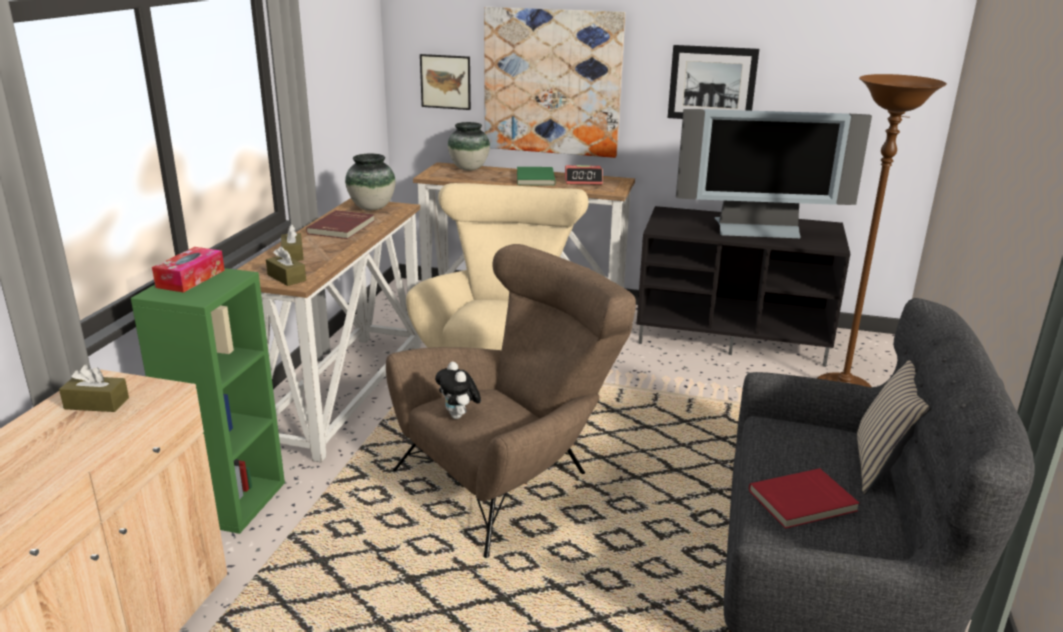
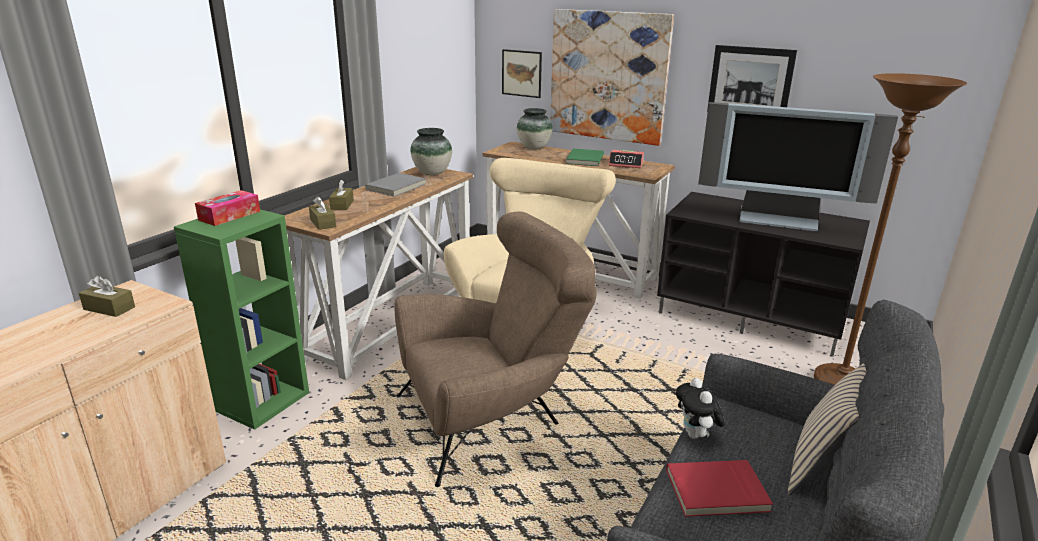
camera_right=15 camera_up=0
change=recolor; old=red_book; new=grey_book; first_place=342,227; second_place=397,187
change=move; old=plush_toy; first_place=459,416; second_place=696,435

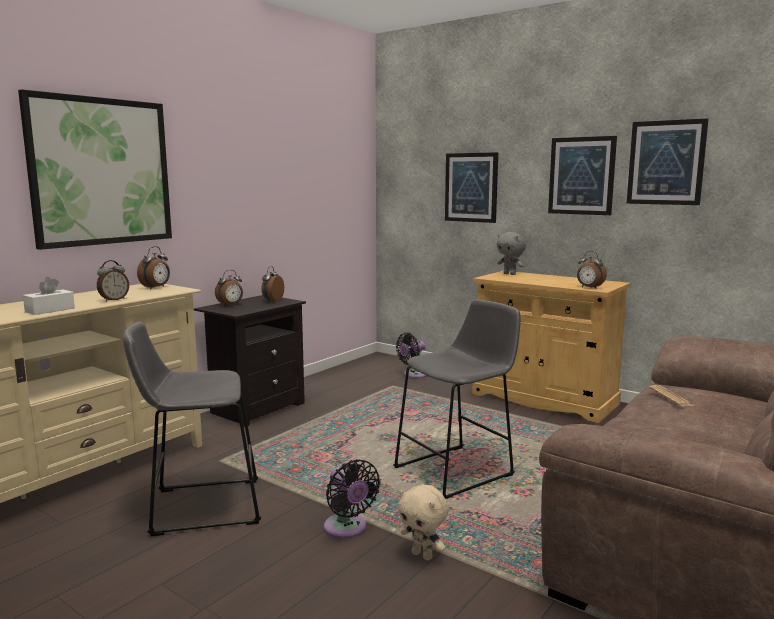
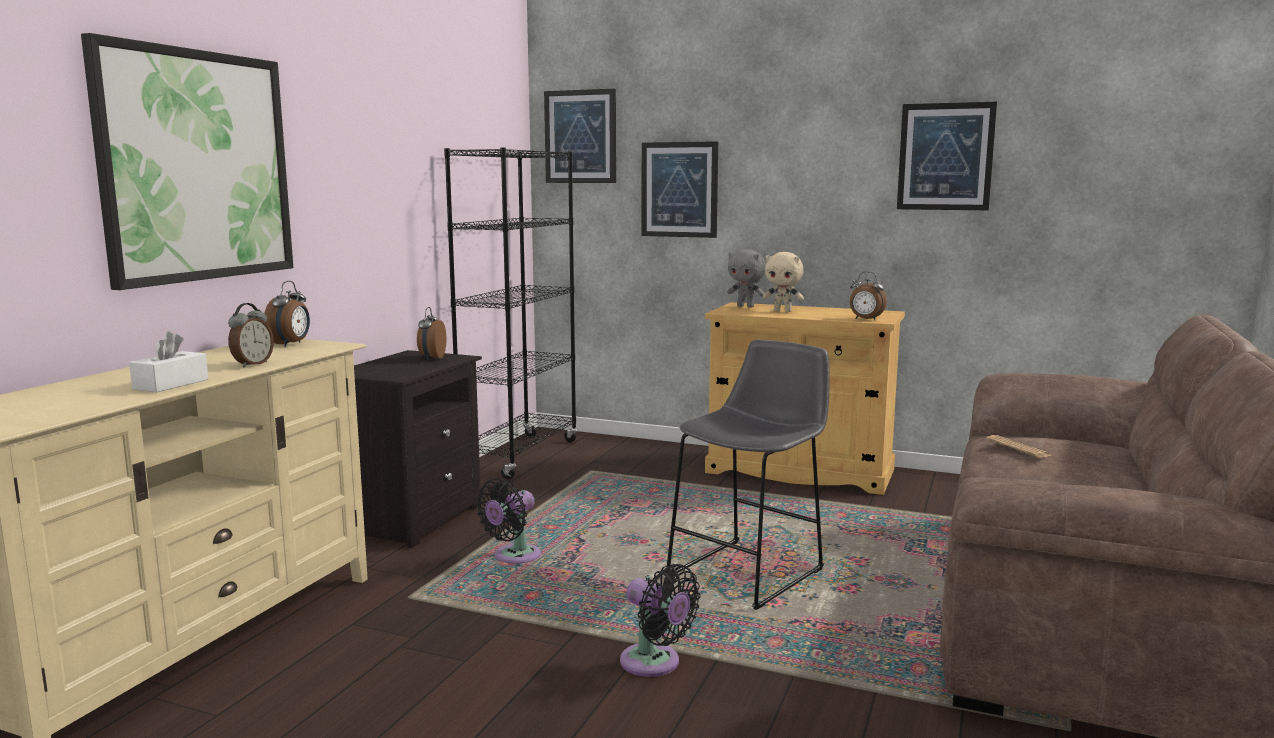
camera_right=-15 camera_up=0
change=delete; old=grey_stool; first_place=199,507
change=delete; old=alarm_clock; first_place=230,305
change=move; old=black_fan; first_place=413,375; second_place=513,557
change=move; old=beige_plush_toy; first_place=423,555; second_place=783,311
change=move; old=picture; first_place=581,176; second_place=580,137
change=insert; new=black_bookcase; second_place=520,456

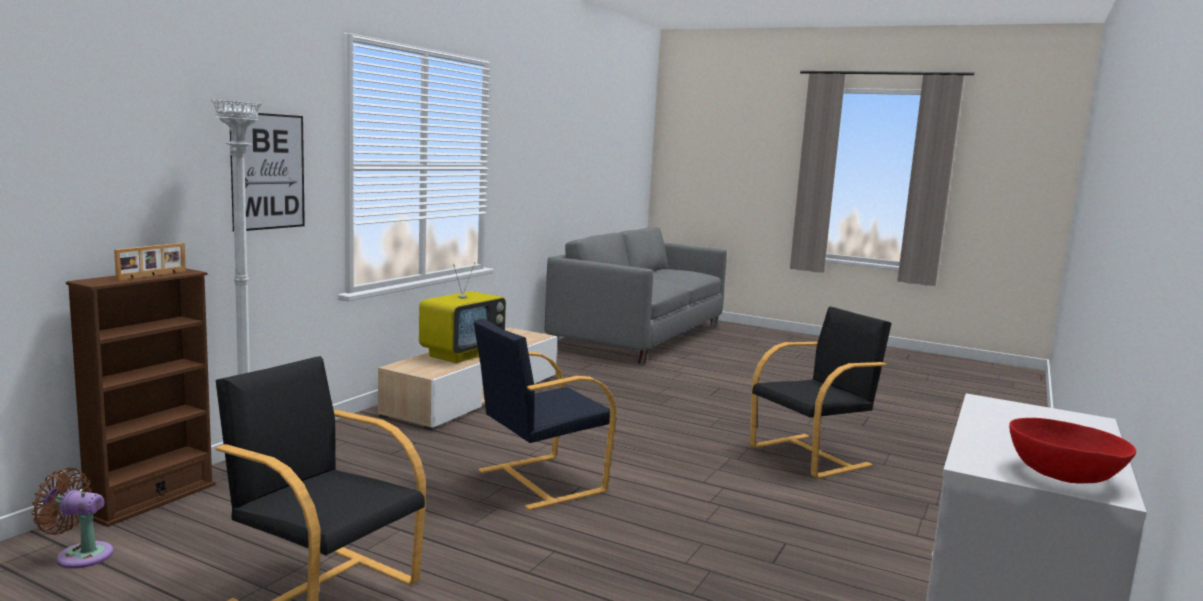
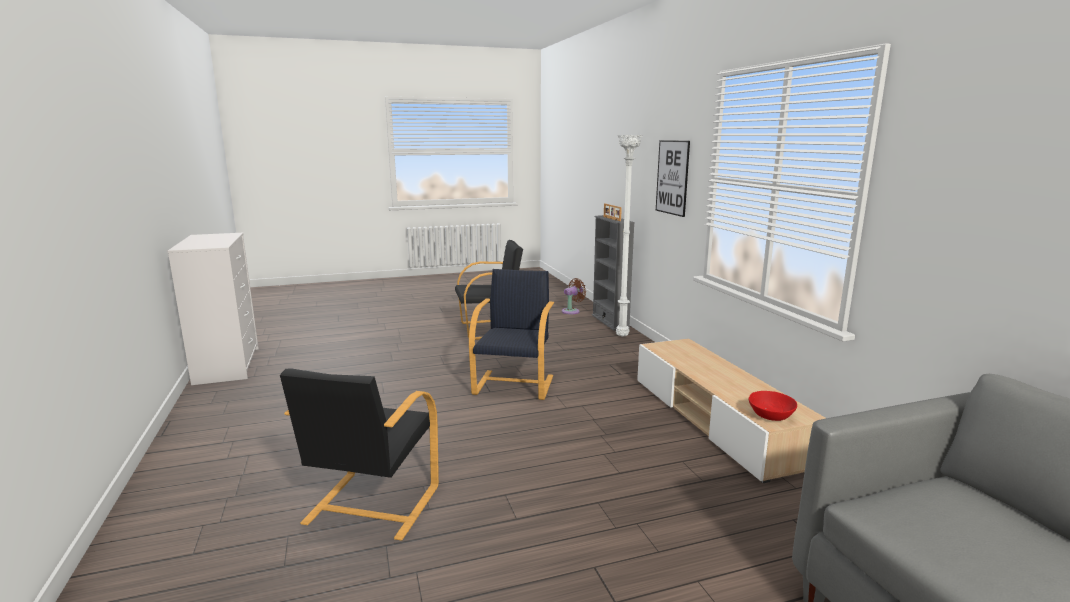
camera_right=135 camera_up=5
change=recolor; old=brown_bookcase; new=grey_bookcase; first_place=151,500; second_place=610,321
change=delete; old=television; first_place=462,354
change=move; old=red_bowl; first_place=1063,474; second_place=771,416

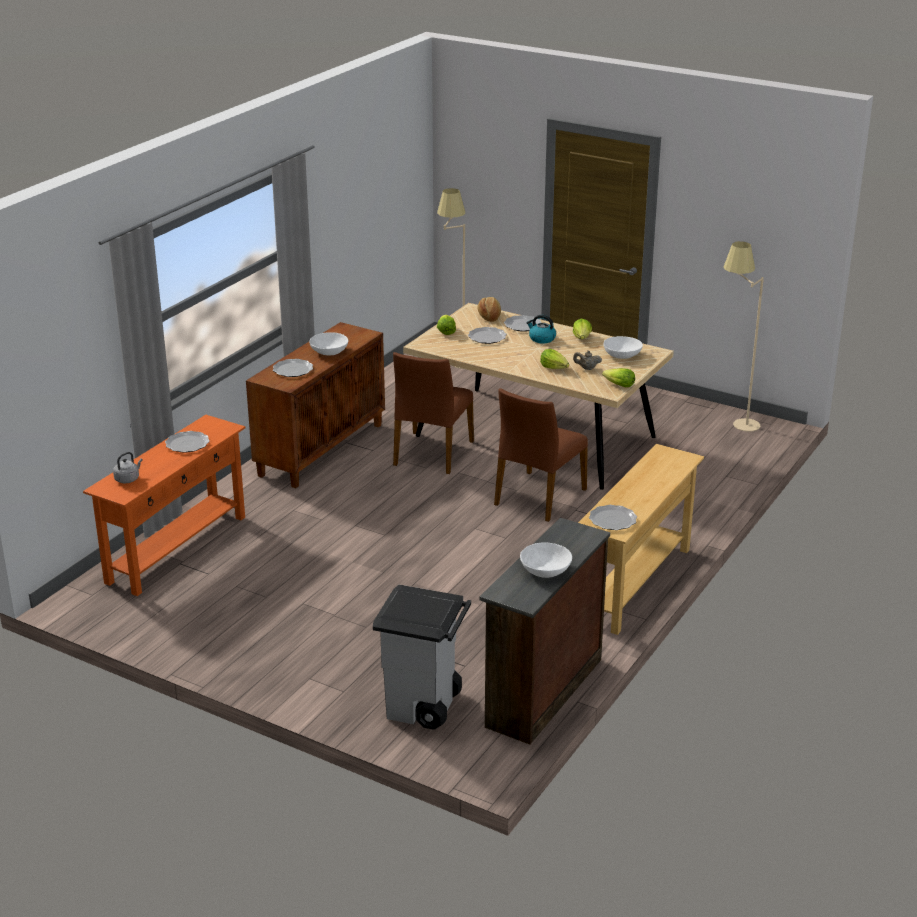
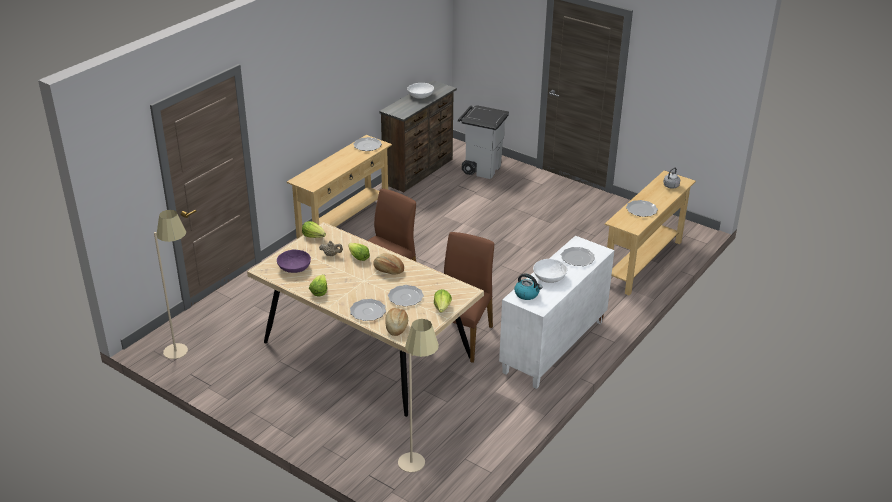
camera_right=-175 camera_up=5
change=recolor; old=orange_console_table; new=beige_console_table; first_place=176,549; second_place=643,263
change=recolor; old=brown_cabinet; new=white_cabinet; first_place=321,449; second_place=554,347
change=move; old=kettle; first_place=541,339; second_place=527,294
change=recolor; old=white_bowl; new=purple_bowl; first_place=622,355; second_place=294,268
change=insert; new=bread; second_place=388,270

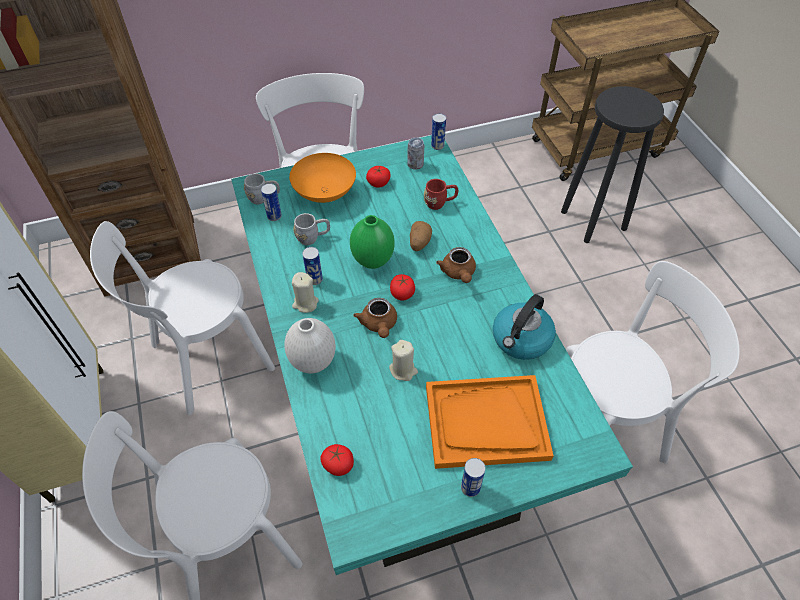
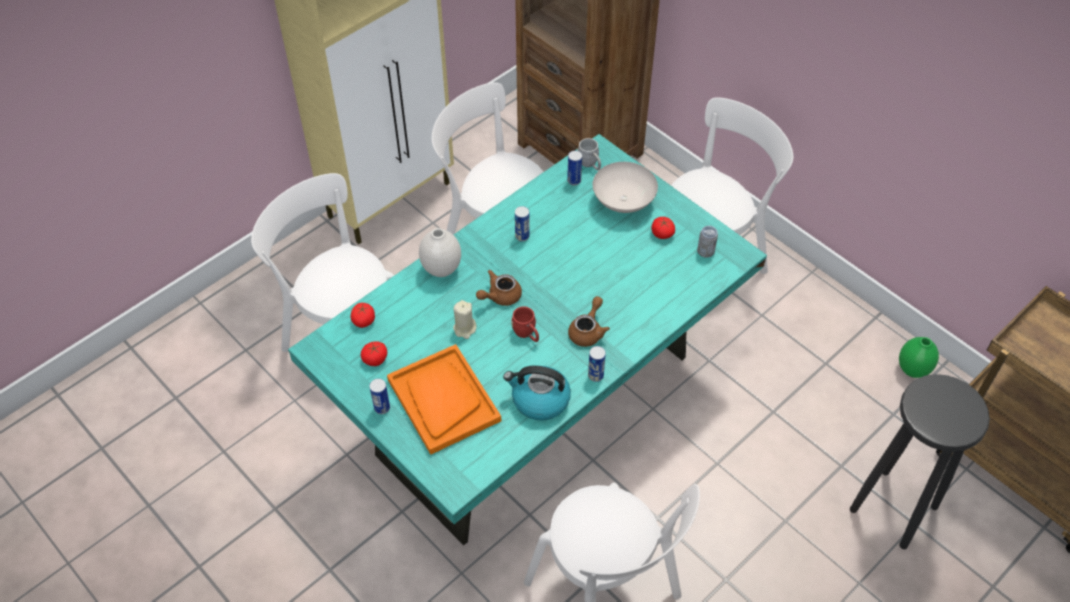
camera_right=65 camera_up=0
change=recolor; old=orange_bowl; new=white_bowl; first_place=324,194; second_place=622,202
change=delete; old=beige_candle; first_place=305,303
change=delete; old=grey_mug; first_place=313,237
change=move; old=green_vase; first_place=372,261; second_place=912,370
change=move; old=tomato; first_place=402,293; second_place=375,359
change=delete; old=potato; first_place=419,243
change=move; old=red_mug; first_place=440,203; second_place=527,334
change=move; old=can; first_place=437,146; second_place=595,375
change=rotate; old=brown_teapot; first_place=458,273; second_place=588,331; degrees=150

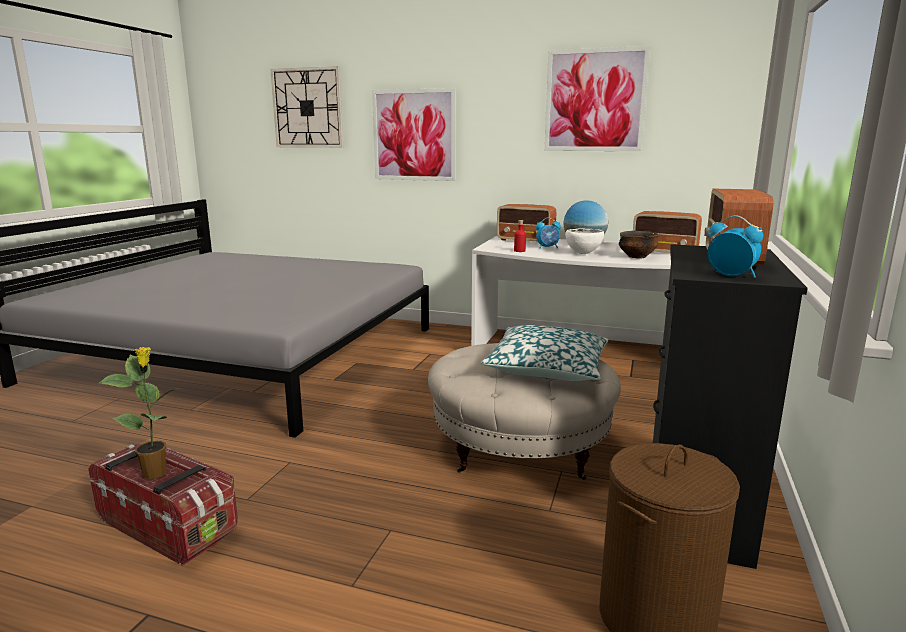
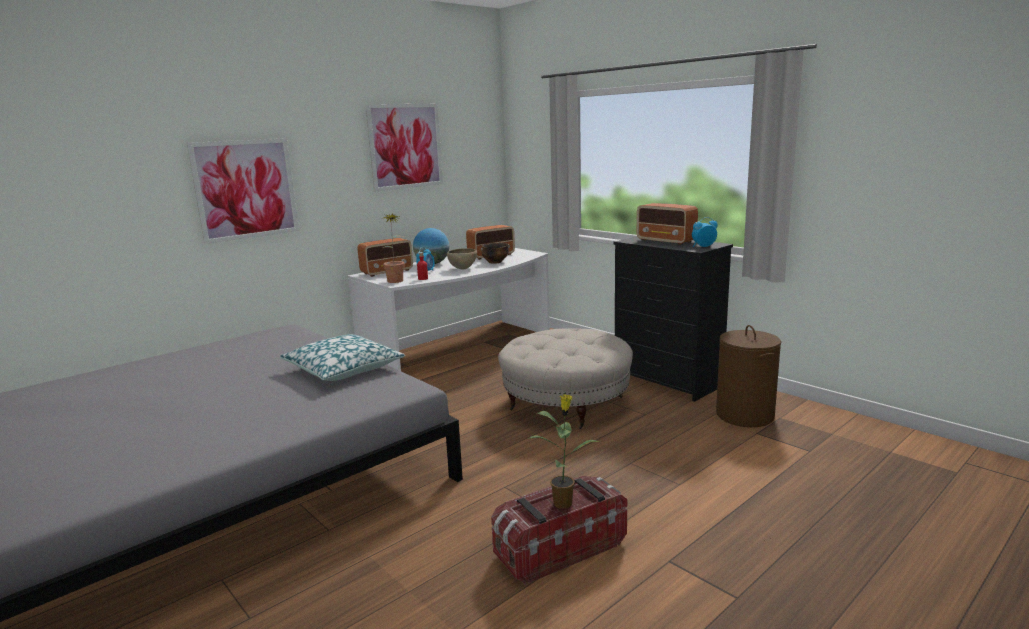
camera_right=-60 camera_up=0
change=delete; old=wall_clock; first_place=307,108
change=move; old=pillow; first_place=547,367; second_place=343,369
change=recolor; old=white_bowl; new=brown_bowl; first_place=583,253; second_place=463,269
change=insert; new=potted_plant; second_place=396,280

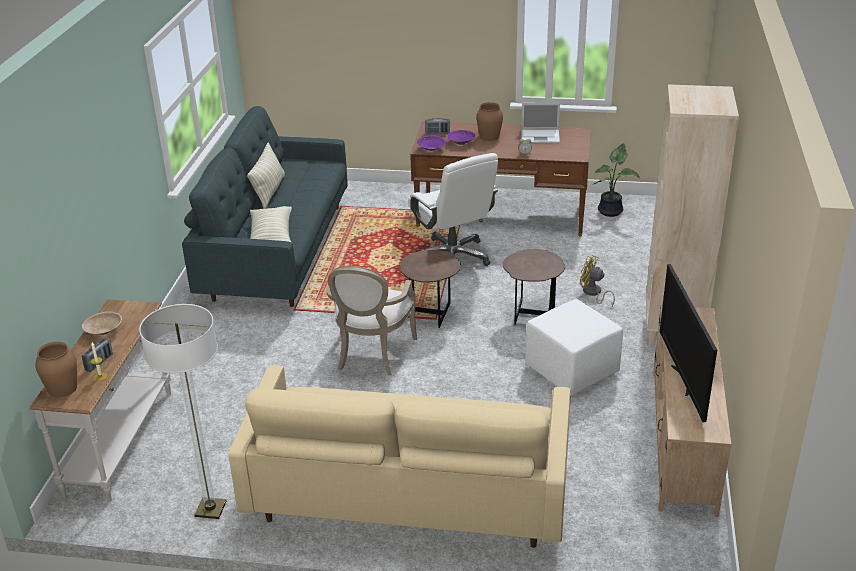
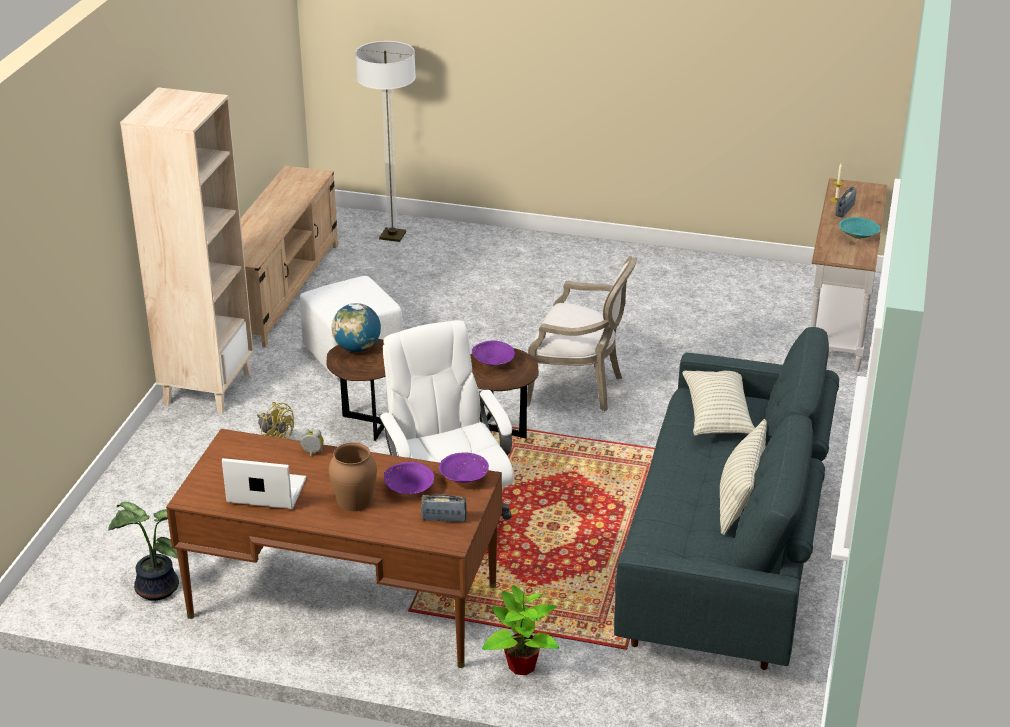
camera_right=-175 camera_up=0
change=delete; old=brown_vase; first_place=62,388
change=recolor; old=beige_bowl; new=turquoise_bowl; first_place=103,331; second_place=858,236
change=move; old=floor_lamp; first_place=210,509; second_place=392,236
change=delete; old=beige_sofa; first_place=408,497
change=rotate; old=armchair; first_place=371,355; second_place=580,388; degrees=90
change=delete; old=television; first_place=683,380
change=insert; new=globe; second_place=357,348
change=insert; new=purple_bowl; second_place=493,362
change=insert; new=potted_plant; second_place=521,665

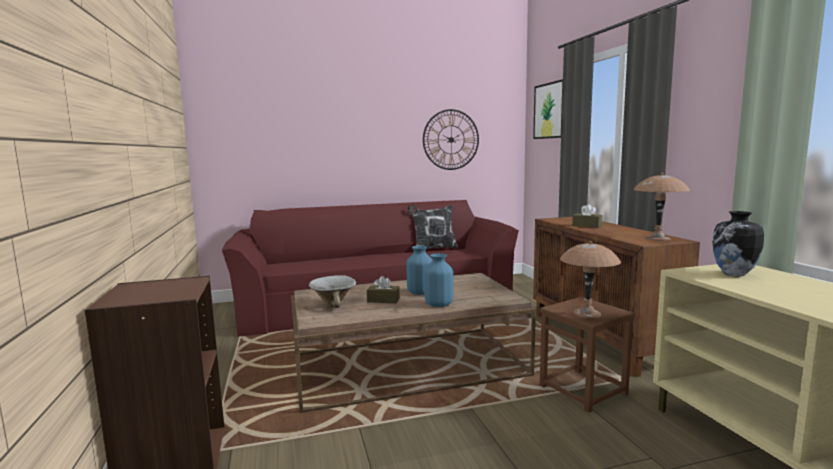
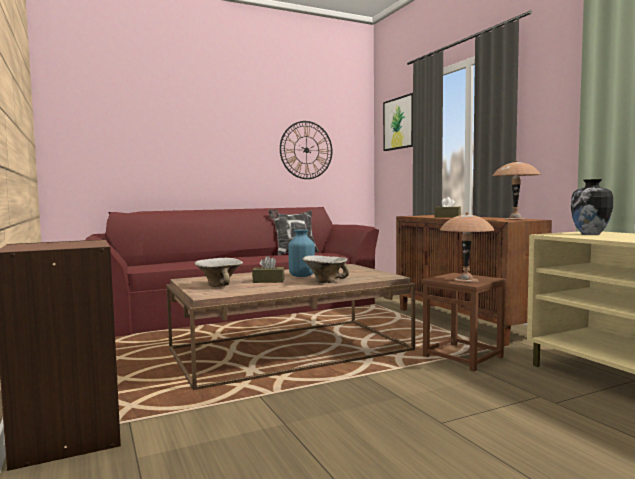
camera_right=-10 camera_up=-5
change=replace; old=blue_vase; new=bowl; first_place=439,304; second_place=325,281

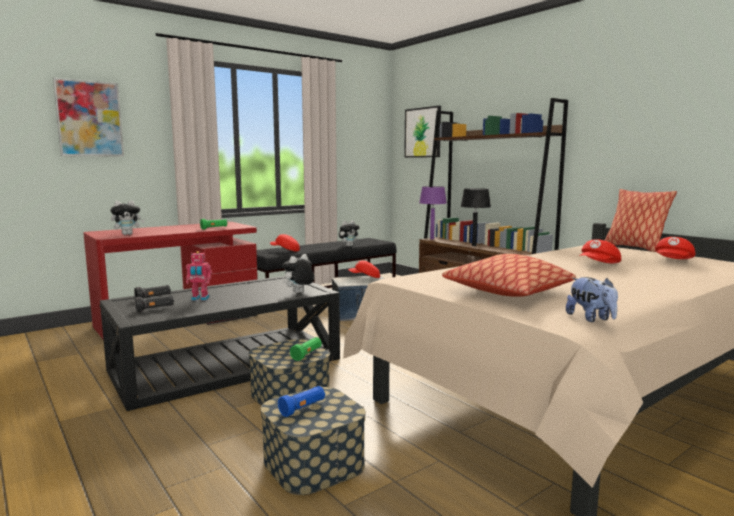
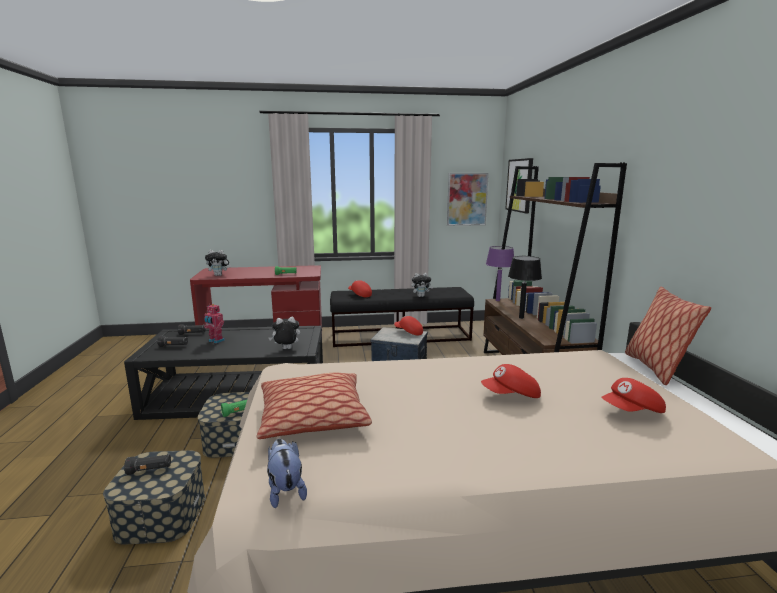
camera_right=30 camera_up=5
change=move; old=picture; first_place=89,119; second_place=467,199
change=recolor; old=blue_flashlight; new=black_flashlight; first_place=303,408; second_place=150,470
change=rotate; old=plush_toy; first_place=591,318; second_place=285,490; degrees=150

